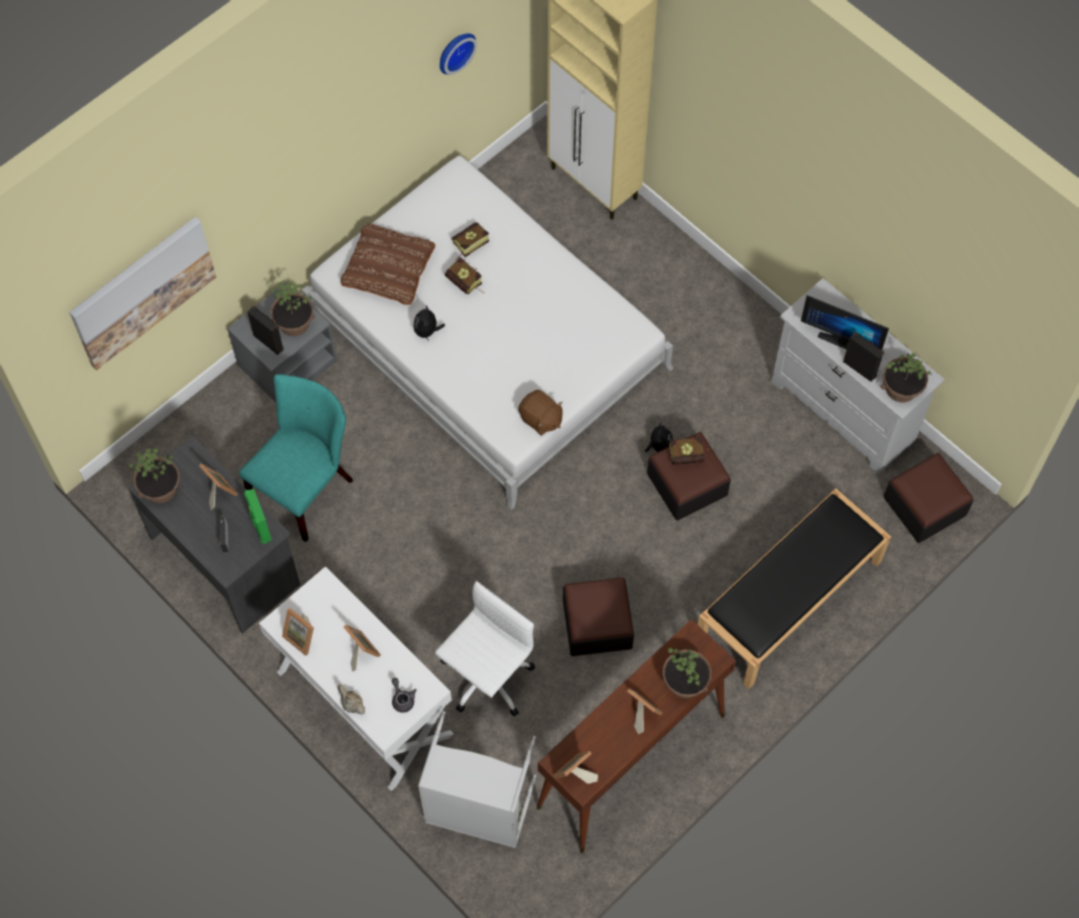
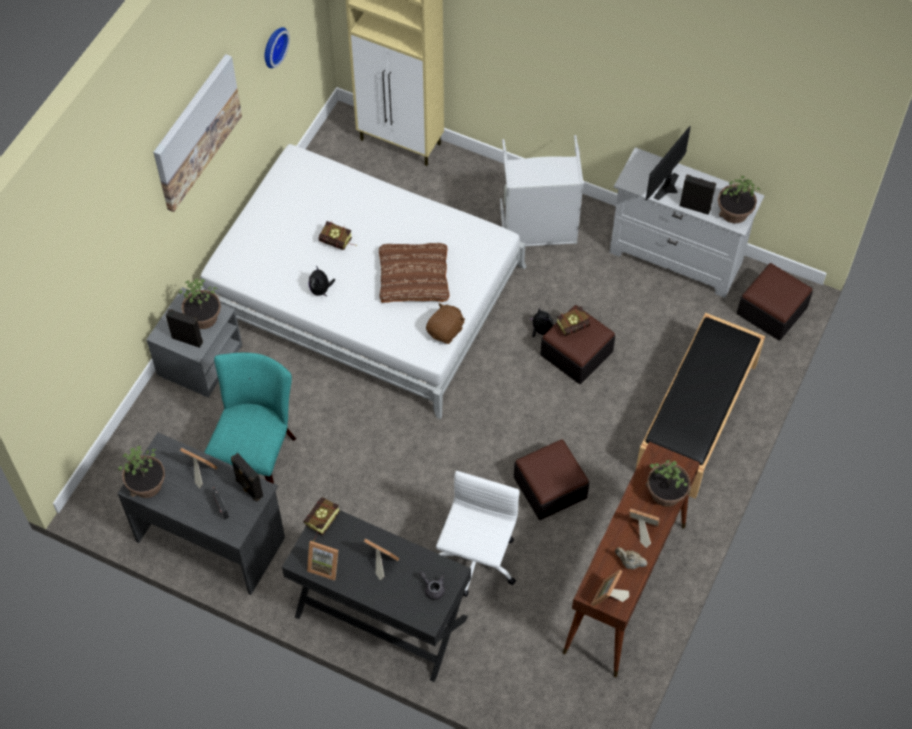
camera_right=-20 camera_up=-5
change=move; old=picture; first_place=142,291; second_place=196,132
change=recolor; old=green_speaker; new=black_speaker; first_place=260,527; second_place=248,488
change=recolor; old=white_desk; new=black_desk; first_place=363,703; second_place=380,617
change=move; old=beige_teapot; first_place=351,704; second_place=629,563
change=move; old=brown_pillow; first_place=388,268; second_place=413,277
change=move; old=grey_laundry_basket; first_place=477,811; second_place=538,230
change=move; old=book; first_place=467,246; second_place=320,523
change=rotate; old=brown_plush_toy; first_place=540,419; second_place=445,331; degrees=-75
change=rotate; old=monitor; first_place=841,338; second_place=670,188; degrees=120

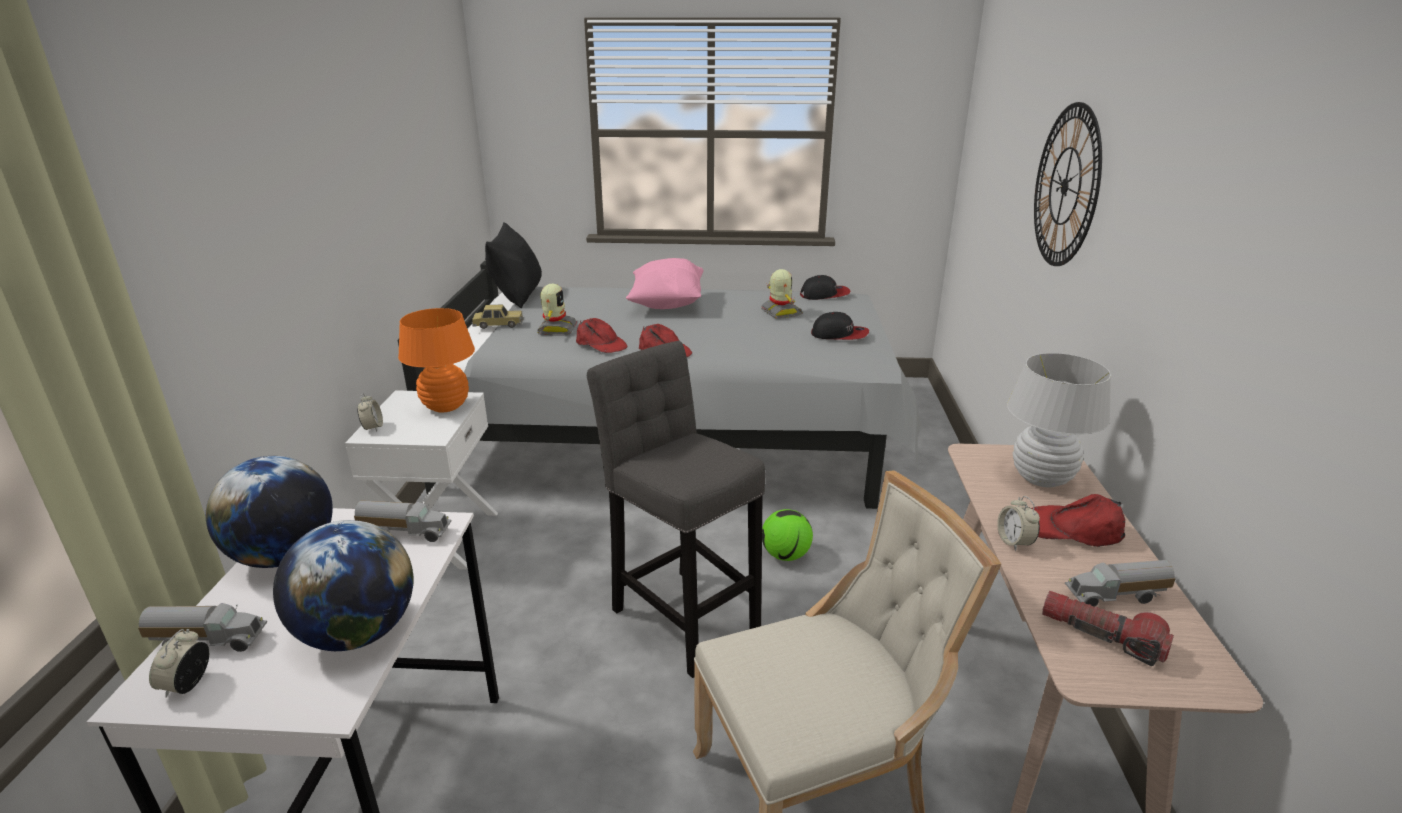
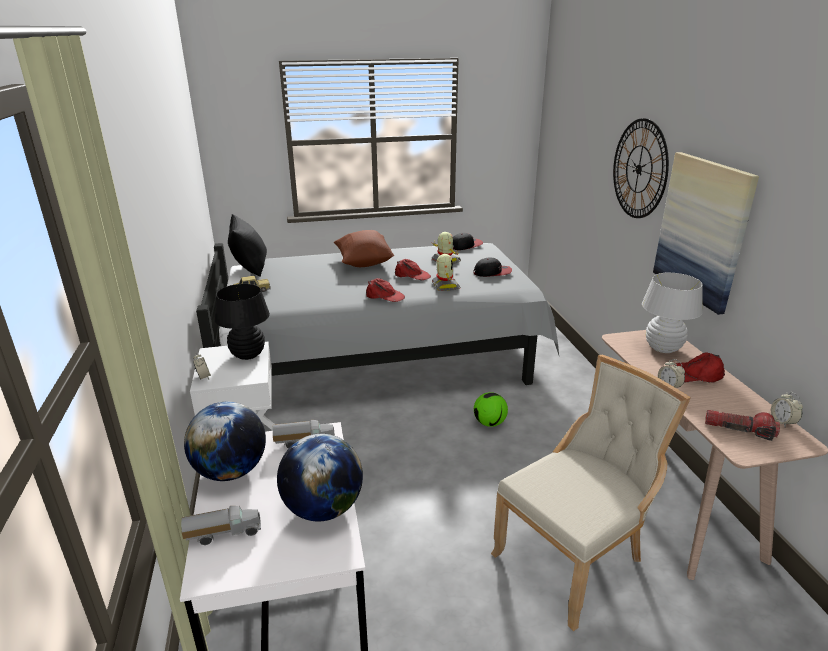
camera_right=-15 camera_up=0
change=move; old=alarm_clock; first_place=188,684; second_place=782,422
change=recolor; old=orange_table_lamp; new=black_table_lamp; first_place=446,407; second_place=248,355
change=move; old=toy_robot; first_place=556,329; second_place=445,286
change=move; old=red_cap; first_place=601,344; second_place=412,275
change=delete; old=grey_stool; first_place=681,615
change=recolor; old=pink_pillow; new=brown_pillow; first_place=666,304; second_place=364,263
change=delete; old=toy_truck; first_place=1116,597
change=insert; new=picture; second_place=702,230

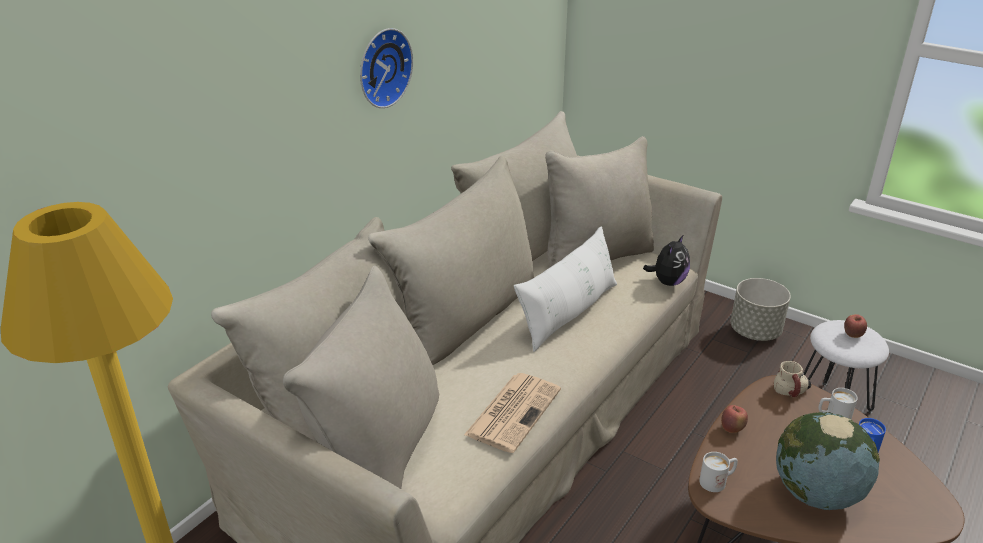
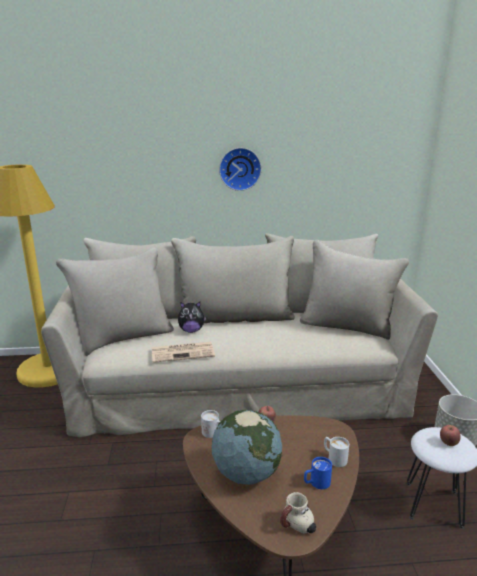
camera_right=50 camera_up=-10
change=delete; old=white_pillow; first_place=568,313
change=move; old=plush_toy; first_place=668,282; second_place=191,330
change=move; old=mug; first_place=793,393; second_place=296,527

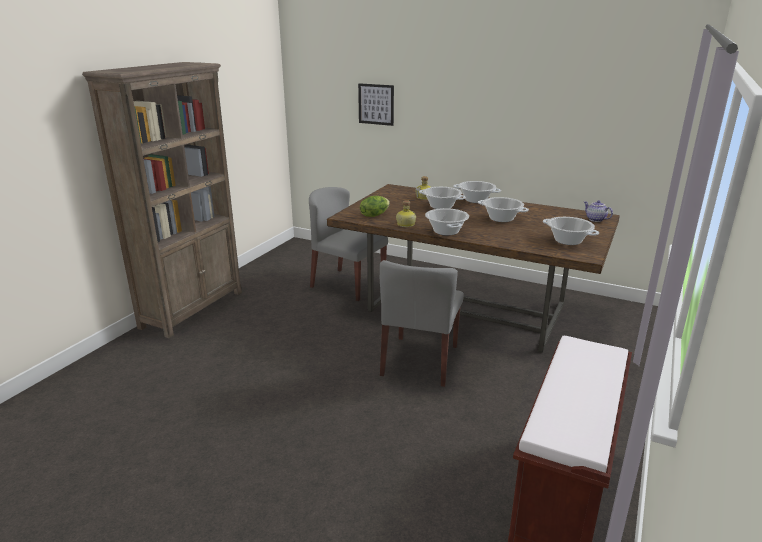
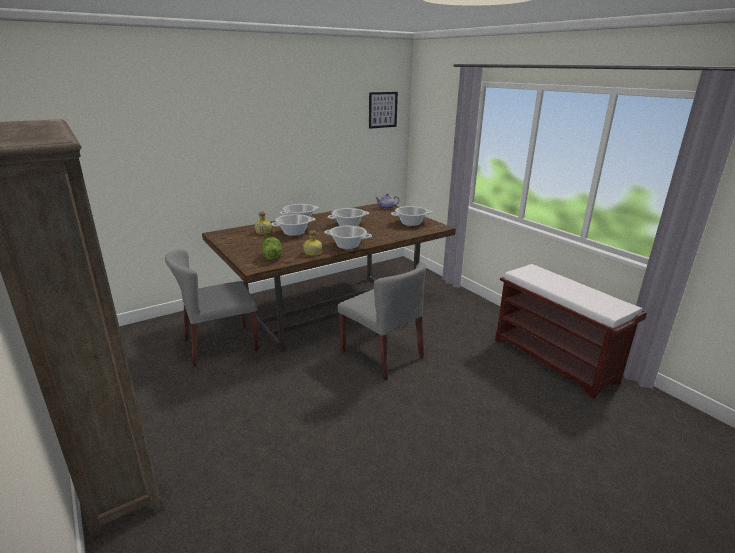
camera_right=-60 camera_up=0
change=move; old=picture; first_place=376,104; second_place=382,110

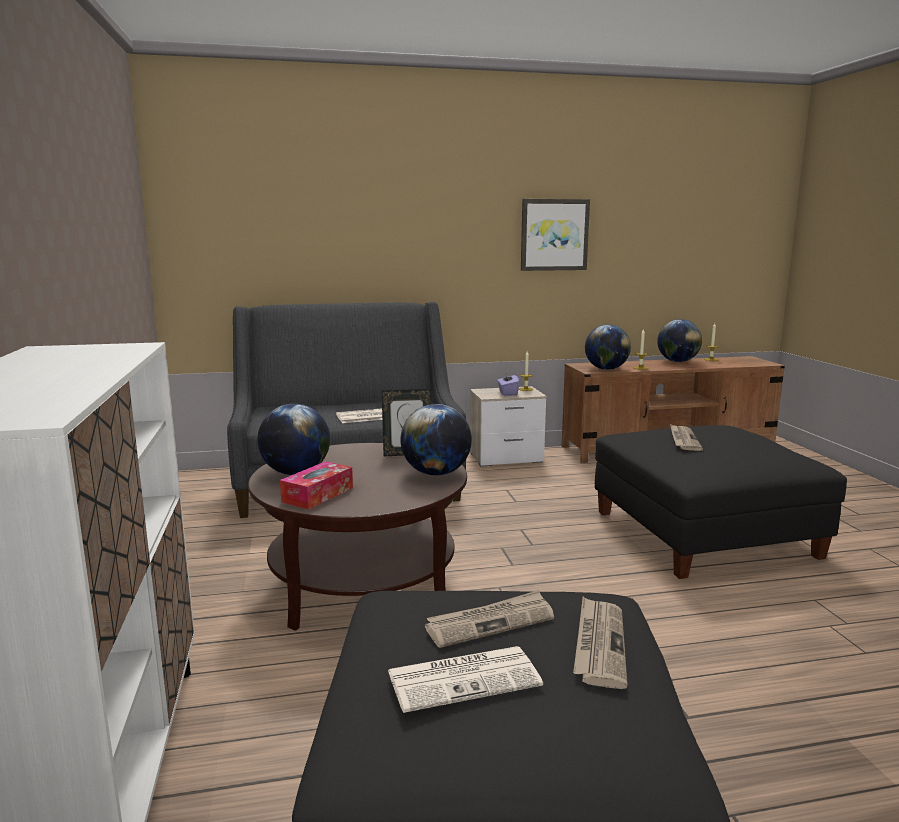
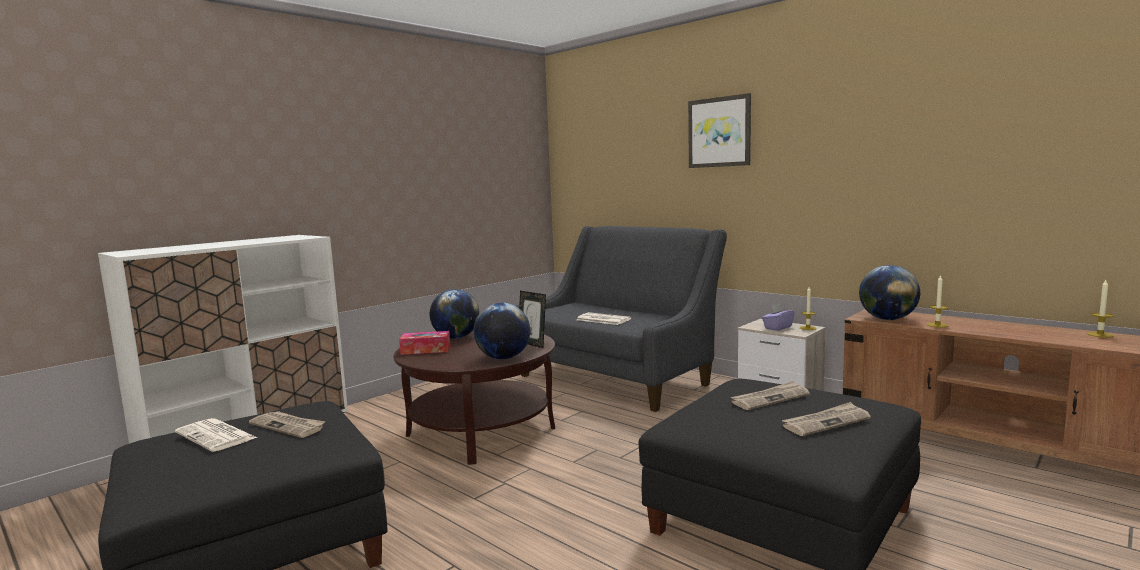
camera_right=55 camera_up=-5
change=move; old=picture; first_place=554,235; second_place=719,132
change=move; old=newspaper; first_place=599,644; second_place=826,422
change=delete; old=globe; first_place=677,361

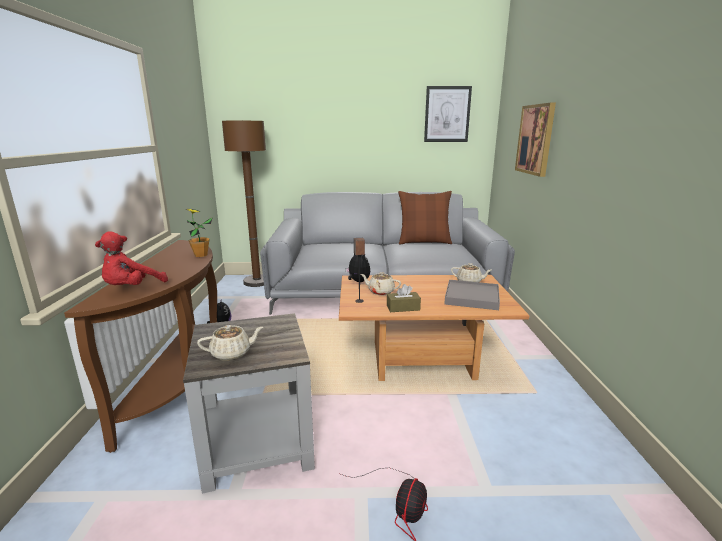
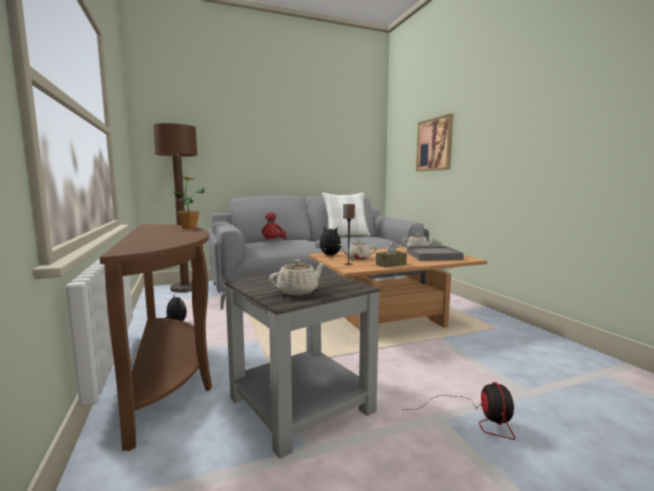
camera_right=-20 camera_up=-10
change=move; old=red_plush_toy; first_place=132,288; second_place=273,242
change=recolor; old=brown_pillow; new=white_pillow; first_place=424,242; second_place=346,236
change=delete; old=picture; first_place=447,114

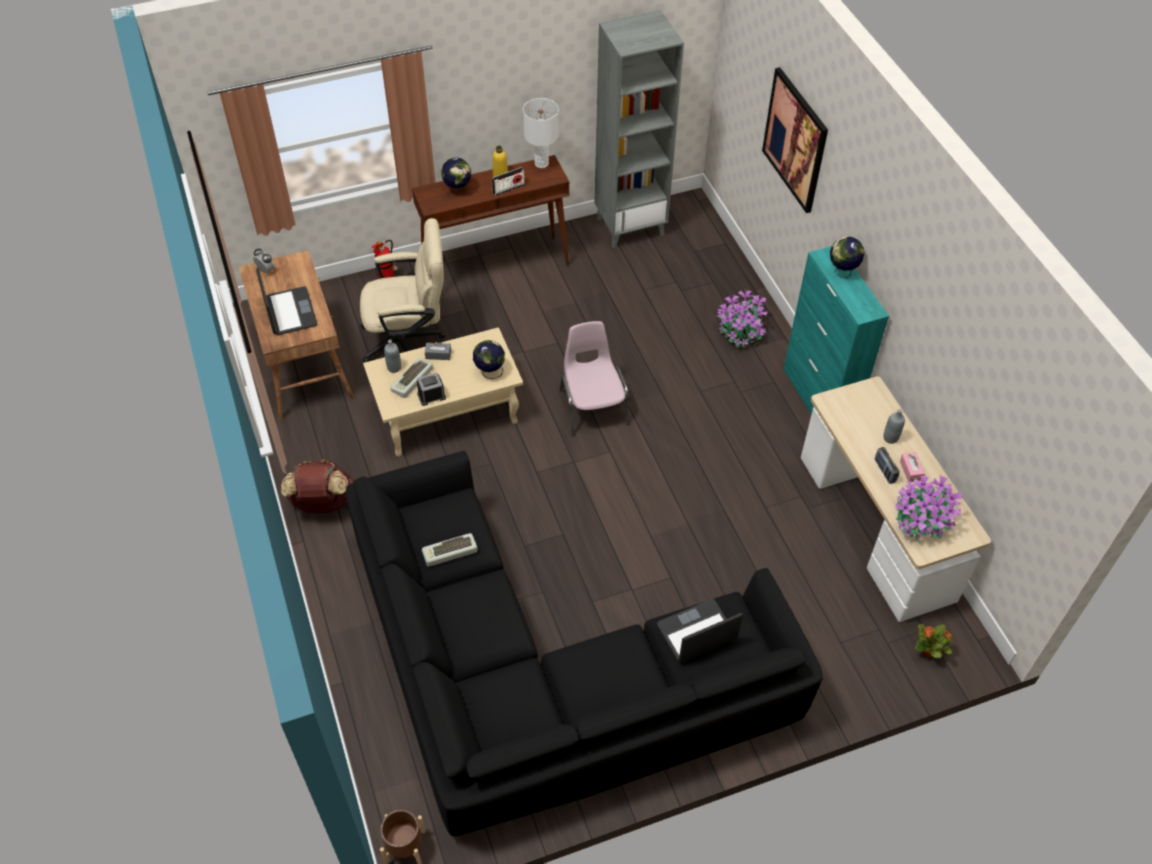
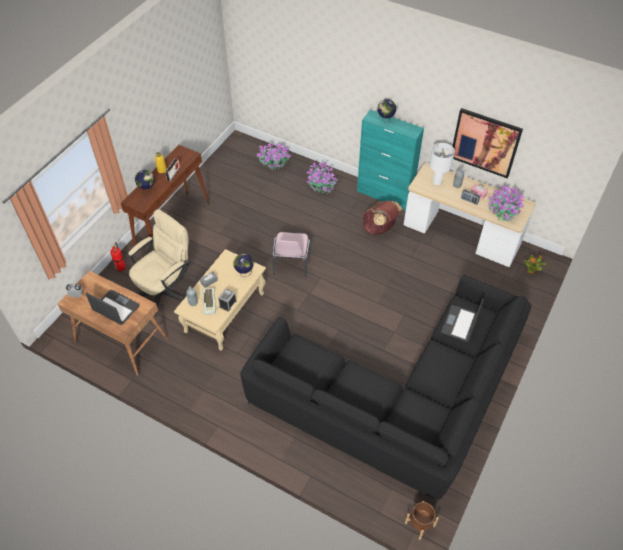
camera_right=-40 camera_up=0
change=move; old=brown_backpack; first_place=323,503; second_place=379,228
change=delete; old=keyboard; first_place=449,553
change=move; old=white_table_lamp; first_place=542,163; second_place=437,182
change=rotate; old=pink_chair; first_place=593,406; second_place=291,262; degrees=-120
change=delete; old=grey_bookcase; first_place=630,226
change=move; old=picture; first_place=795,140; second_place=485,143
change=insert; new=potted_plant; second_place=274,163

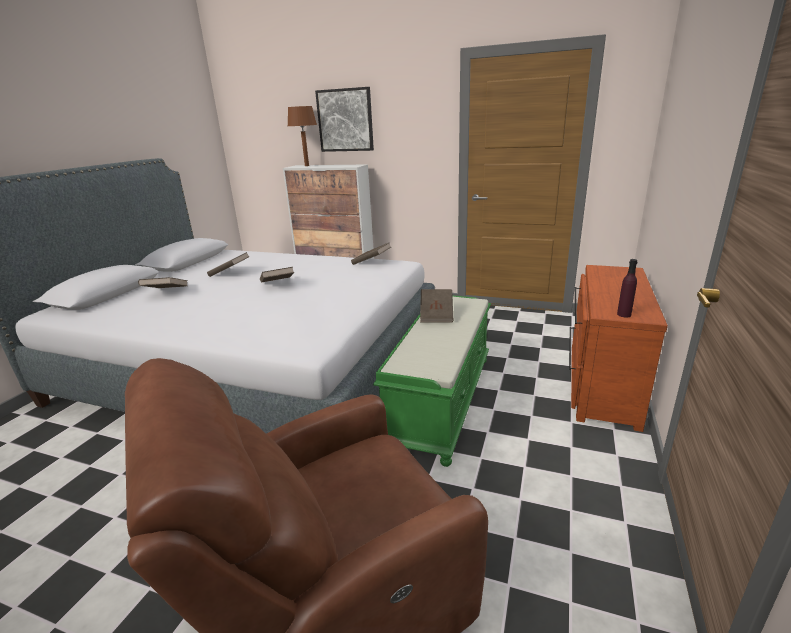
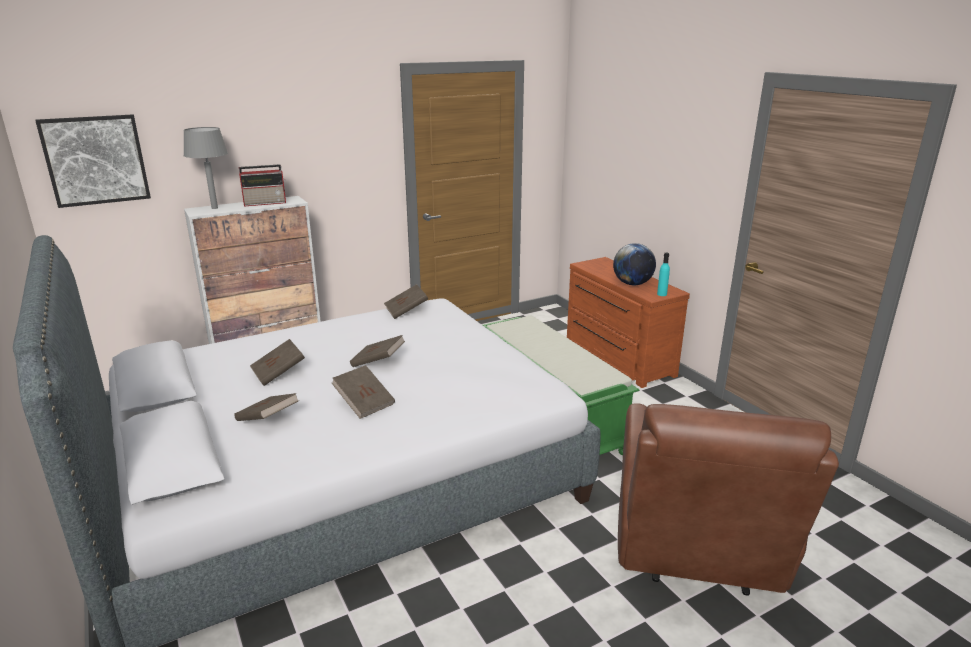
camera_right=-50 camera_up=0
change=recolor; old=brown_table_lamp; new=grey_table_lamp; first_place=307,165; second_place=215,208
change=move; old=picture; first_place=345,120; second_place=96,160
change=move; old=brown_book; first_place=436,315; second_place=364,403
change=recolor; old=purple_bottle; new=turquoise_bottle; first_place=624,314; second_place=662,294
change=insert; new=radio; second_place=266,203
change=insert; new=globe; second_place=632,284

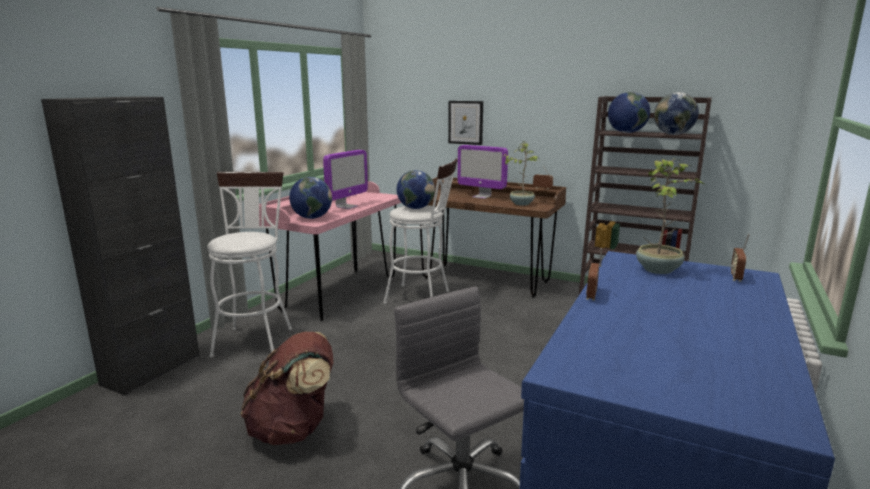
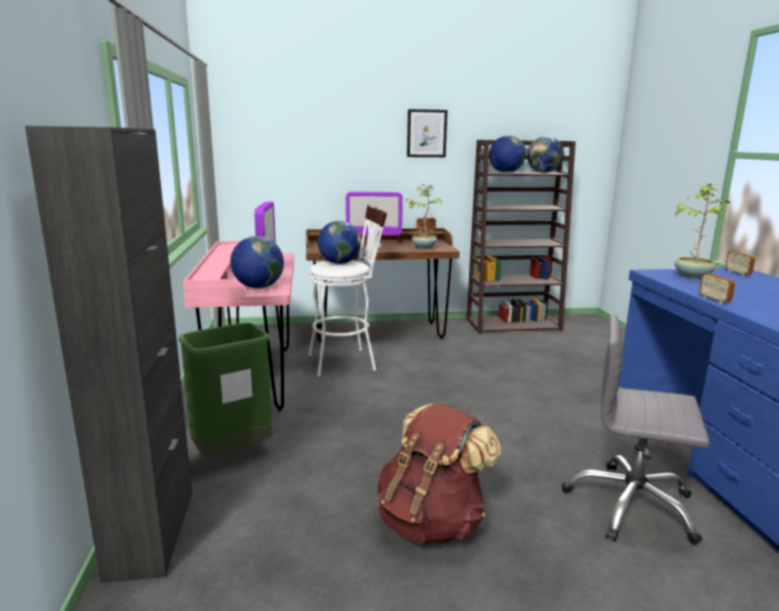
camera_right=-35 camera_up=0
change=replace; old=white_stool; new=green_trash_can; first_place=255,339; second_place=233,452
change=move; old=picture; first_place=465,122; second_place=426,133

